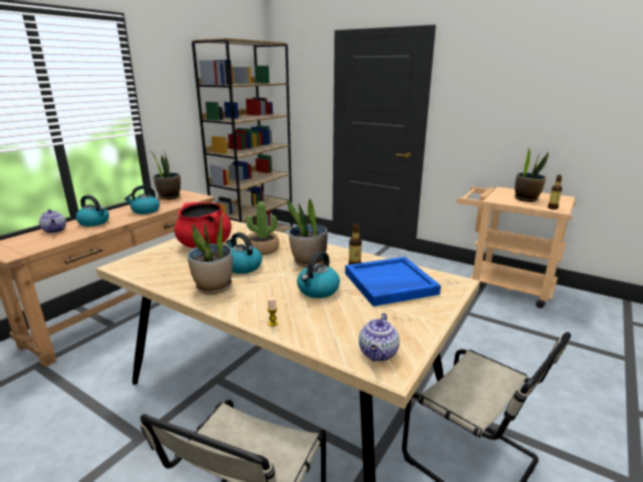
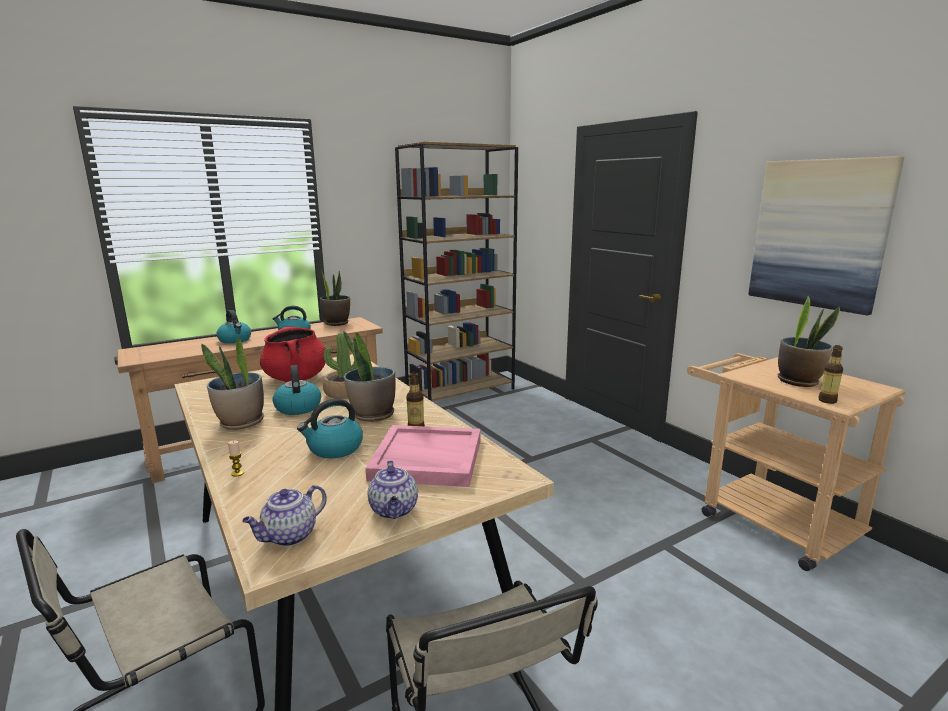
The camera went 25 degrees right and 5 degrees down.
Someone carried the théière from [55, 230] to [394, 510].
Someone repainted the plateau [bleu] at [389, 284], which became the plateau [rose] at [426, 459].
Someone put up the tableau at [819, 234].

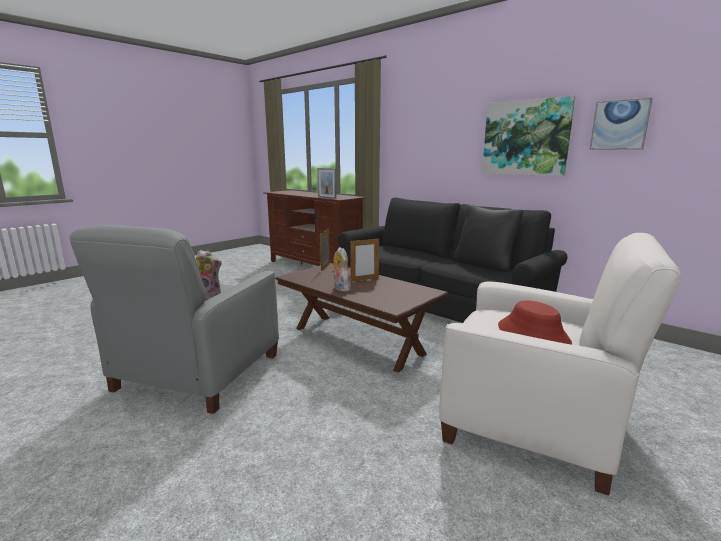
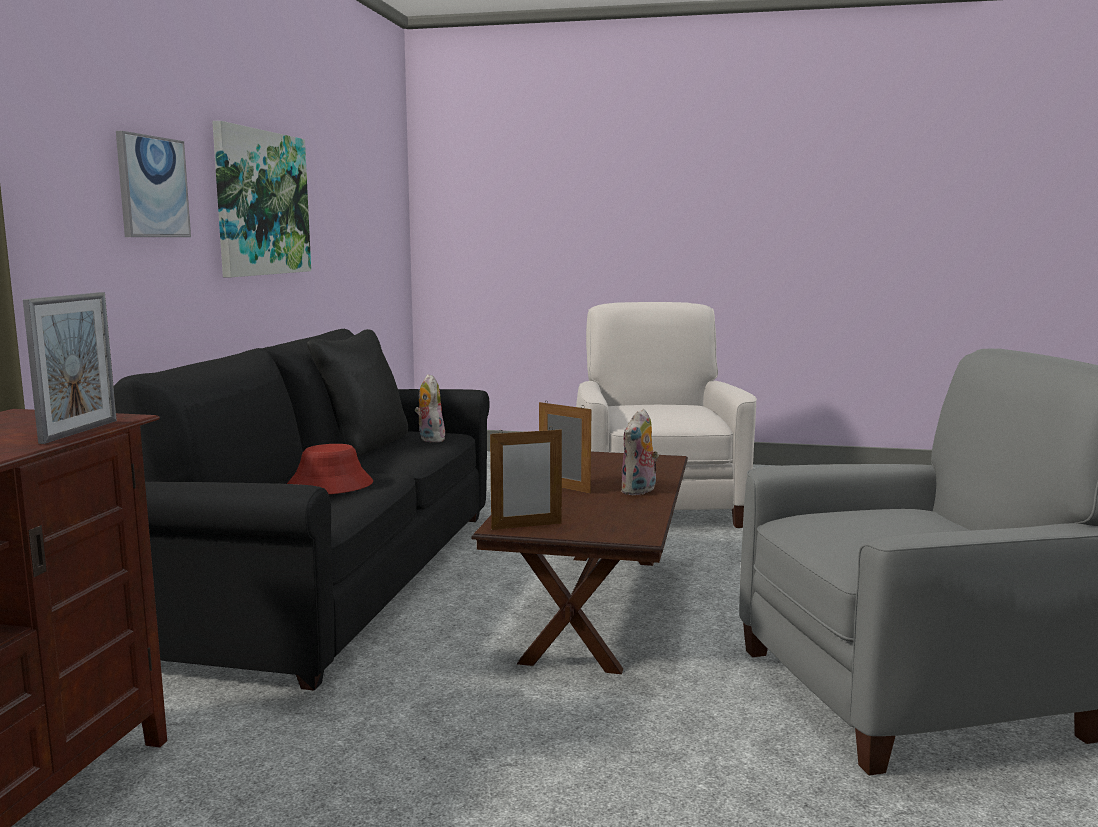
The camera went 120 degrees left and 5 degrees down.
Someone carried the peluche from [210, 296] to [429, 439].
Someone carried the chapeau [rouge] from [533, 334] to [329, 486].
Someone carried the tableau from [619, 125] to [152, 187].

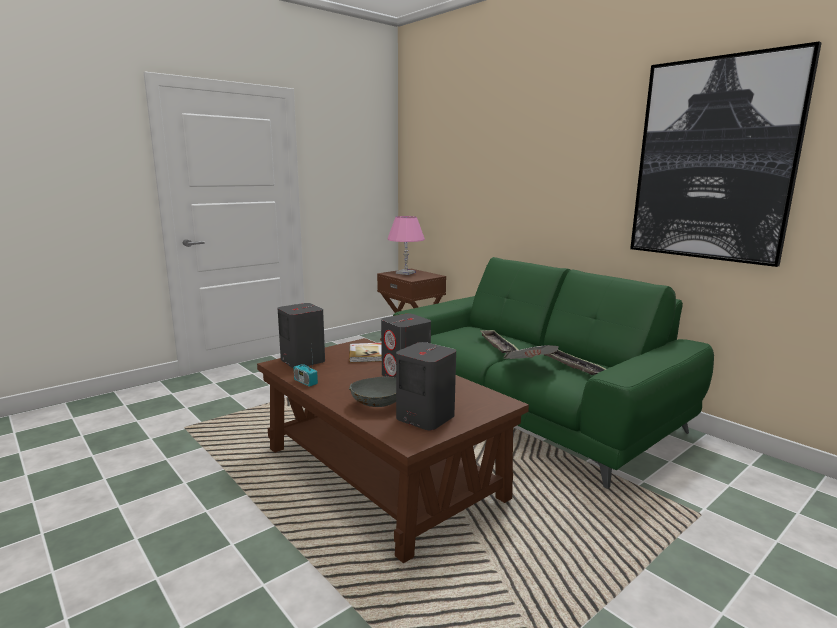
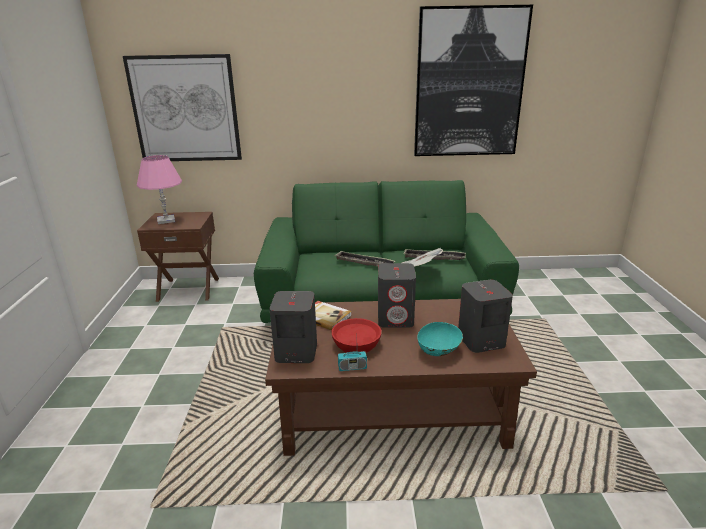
The camera went 50 degrees left and 10 degrees up.
Someone repainted the bol [gris] at [377, 405], which became the bol [turquoise] at [439, 351].
Someone put up the tableau at [185, 109].
Someone put down the bol [rouge] at [357, 344].

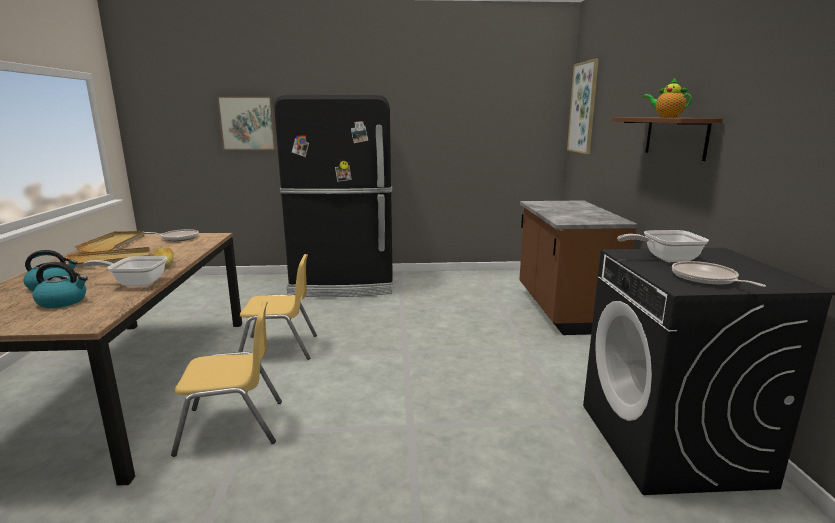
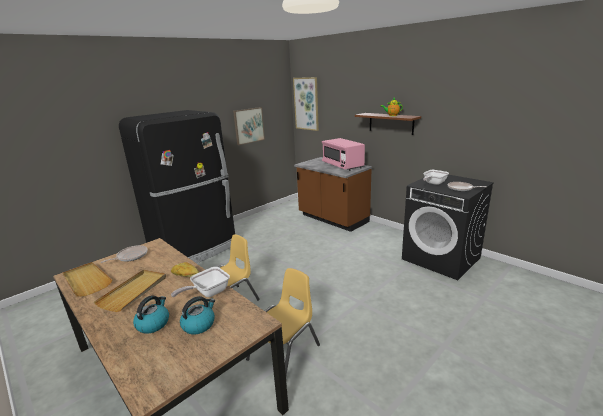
The camera went 40 degrees left and 5 degrees up.
Someone carried the tableau from [247, 123] to [249, 125].
Someone put down the micro-ondes [rose] at [342, 165].

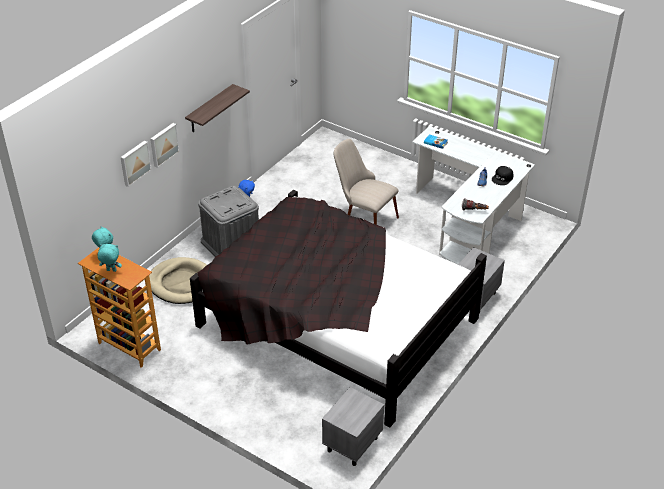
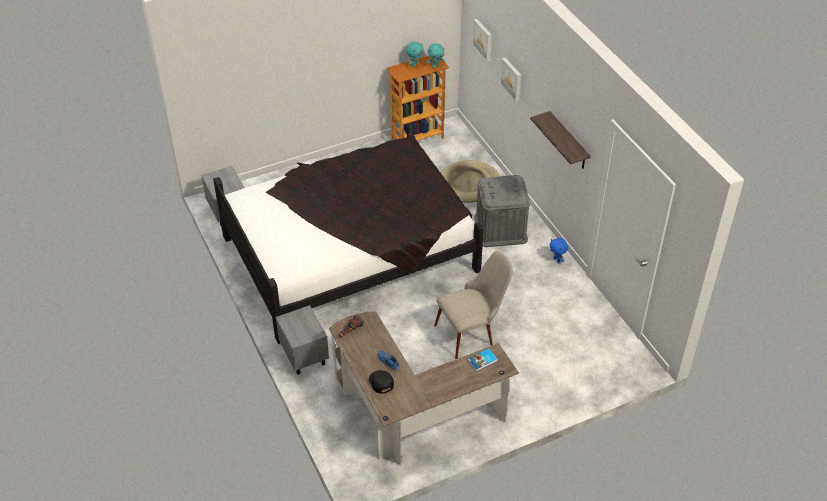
The camera went 120 degrees right and 5 degrees up.
Someone carried the tableau from [163, 144] to [483, 39].
Someone repainted the bureau [blanc] at [470, 221], which became the bureau [marron] at [409, 414].

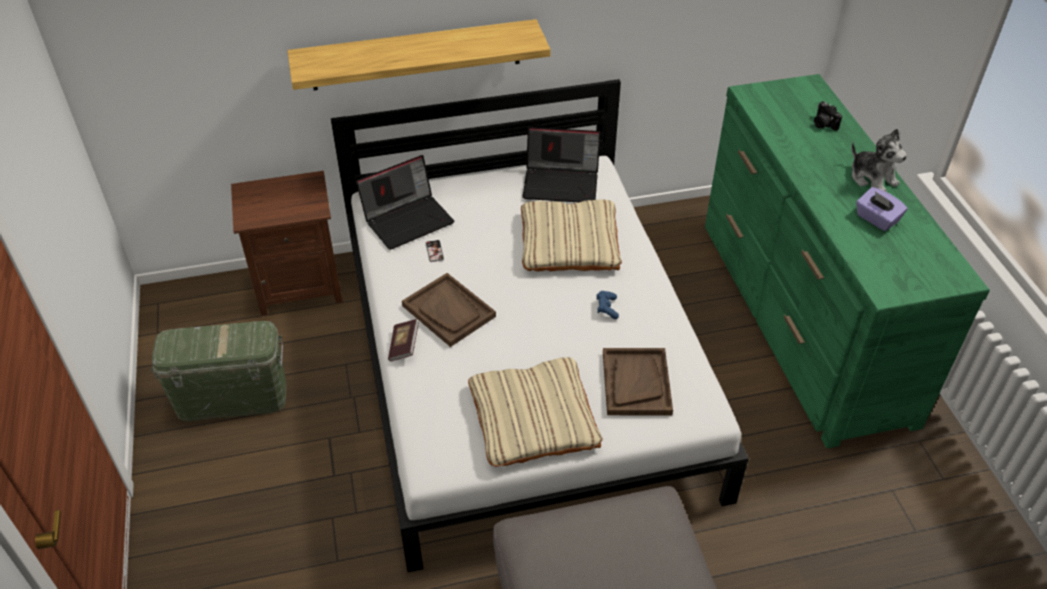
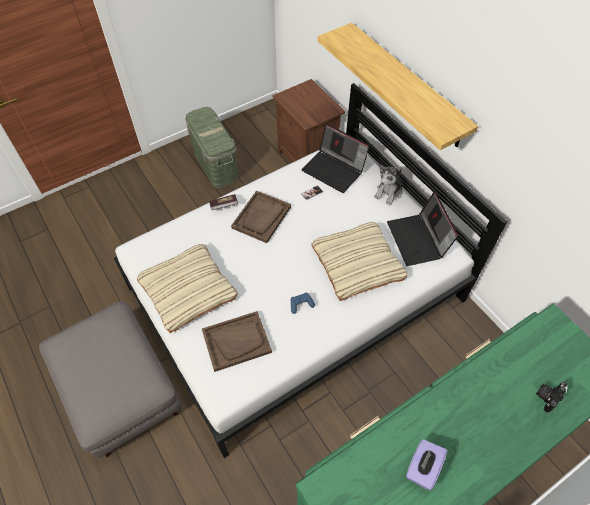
The camera went 70 degrees right and 10 degrees up.
Someone carried the peluche from [872, 178] to [389, 192].

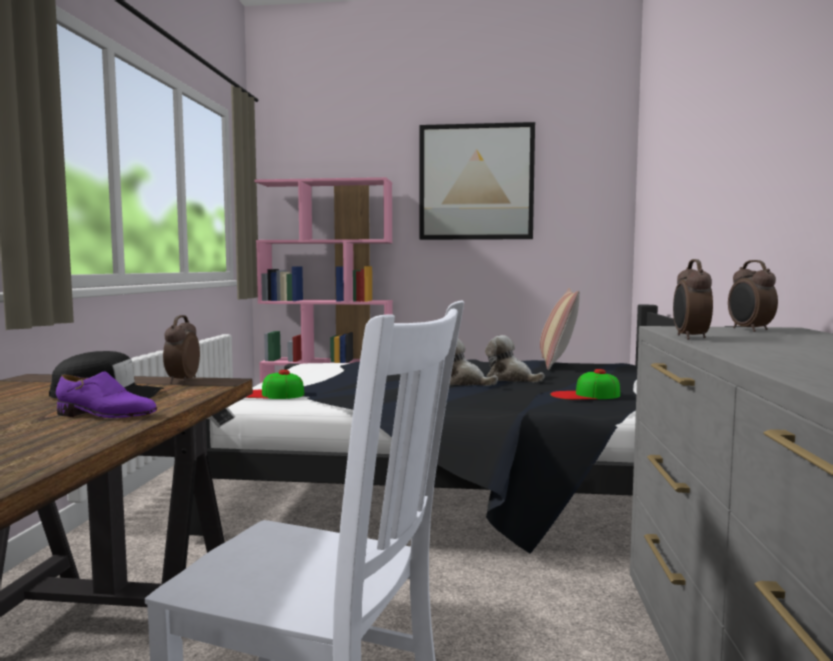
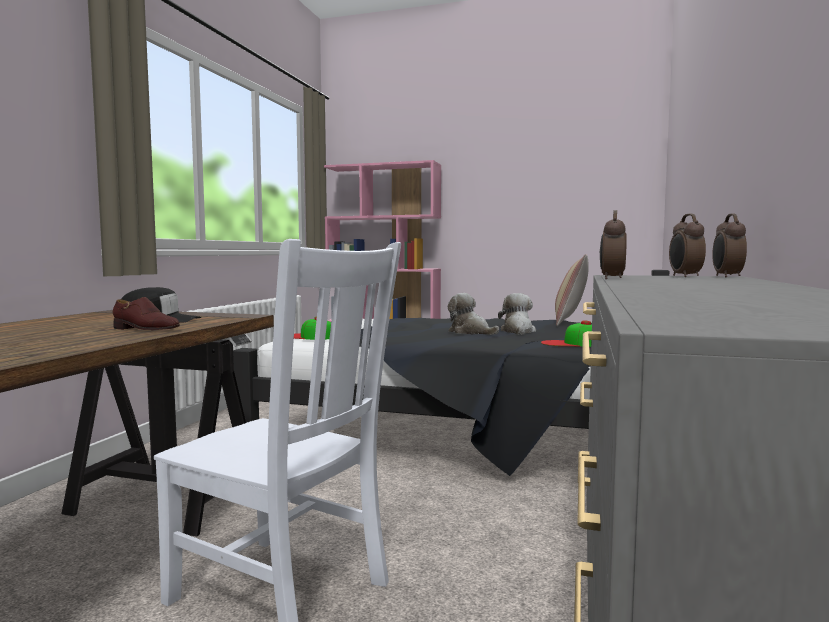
The camera went 10 degrees right and 0 degrees up.
Someone repainted the chaussure [violet] at [106, 415], which became the chaussure [marron] at [145, 329].
Someone carried the réveil from [182, 381] to [726, 276].
Someone took away the tableau at [476, 182].
Someone rotated the peluche at [511, 379] by 45 degrees clockwise.

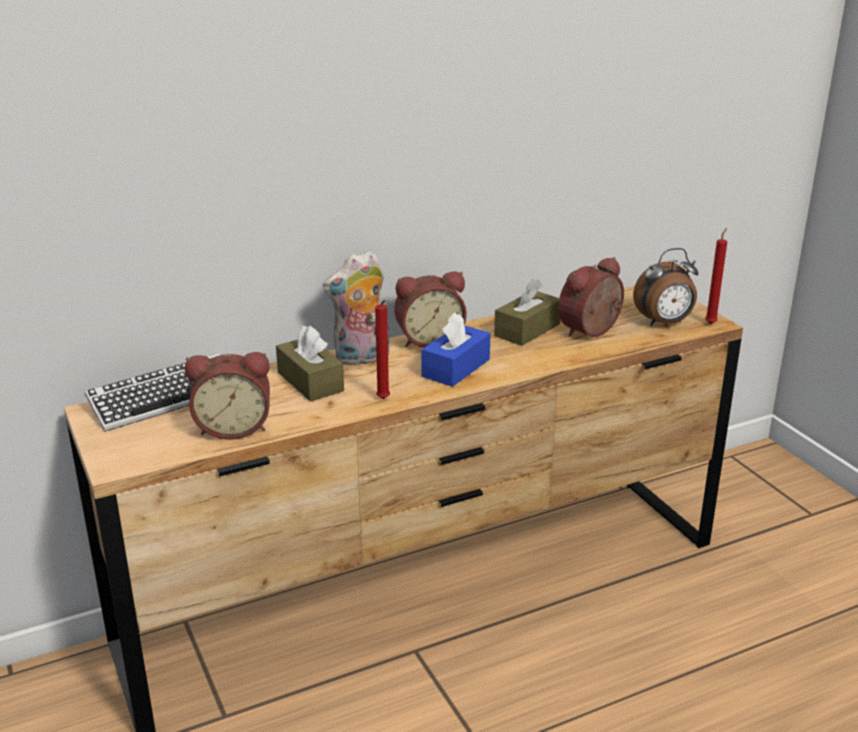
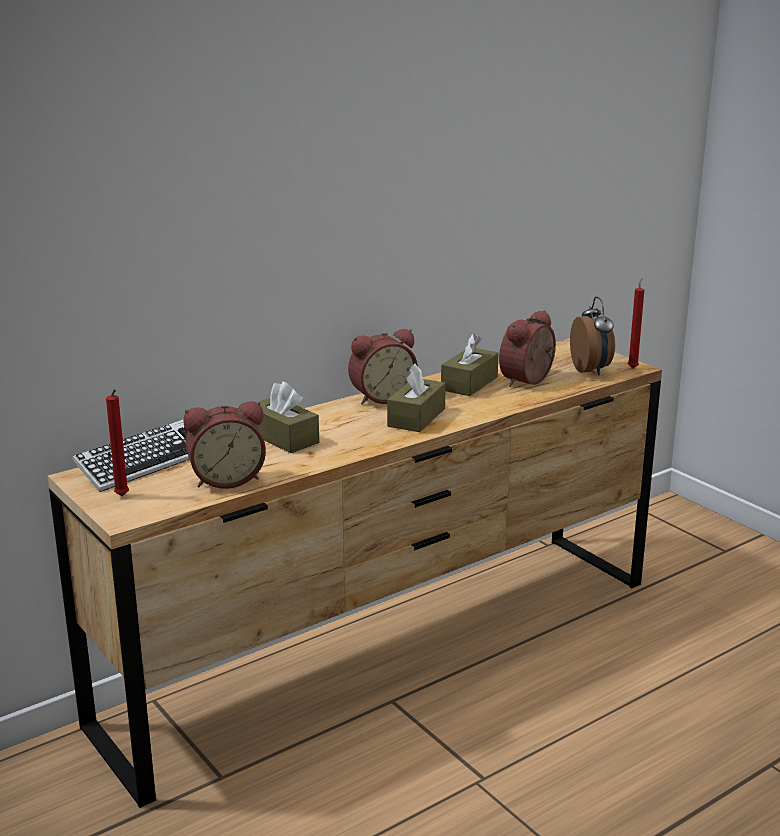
The camera went 10 degrees left and 5 degrees down.
Someone took away the peluche at [362, 359].
Someone carried the bougie [rouge] from [383, 400] to [122, 497].
Someone repainted the boîte à mouchoirs [bleu] at [456, 368], which became the boîte à mouchoirs [marron] at [416, 417].
Someone rotated the réveil at [664, 323] by 75 degrees counterclockwise.

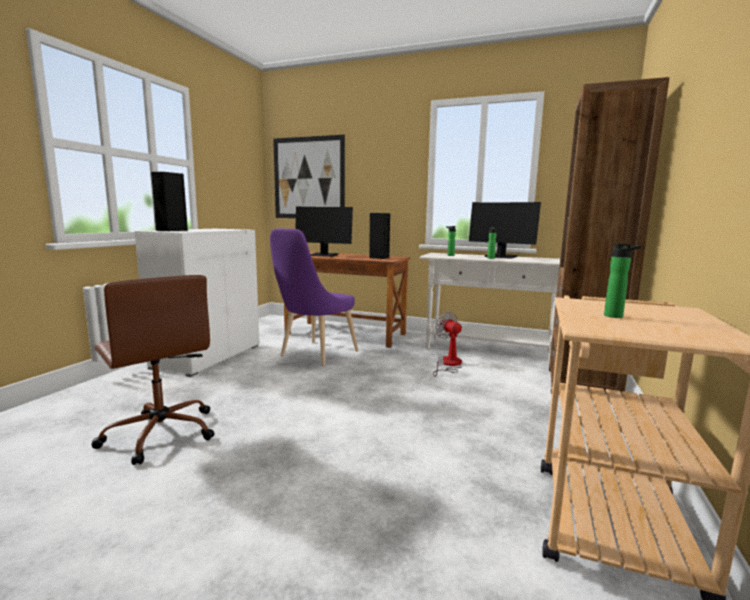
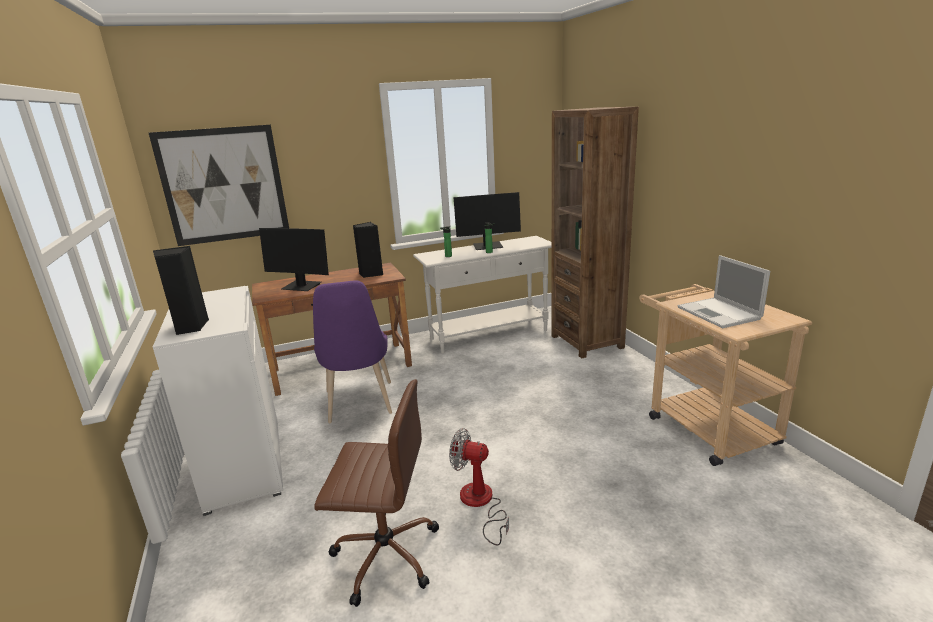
The camera went 40 degrees left and 10 degrees up.
Someone rotated the écran d'ordinateur at [324, 255] by 45 degrees clockwise.
Someone carried the ventilateur from [448, 364] to [480, 504].
Someone swapped the bouteille at [616, 316] for the ordinateur portable at [720, 313].

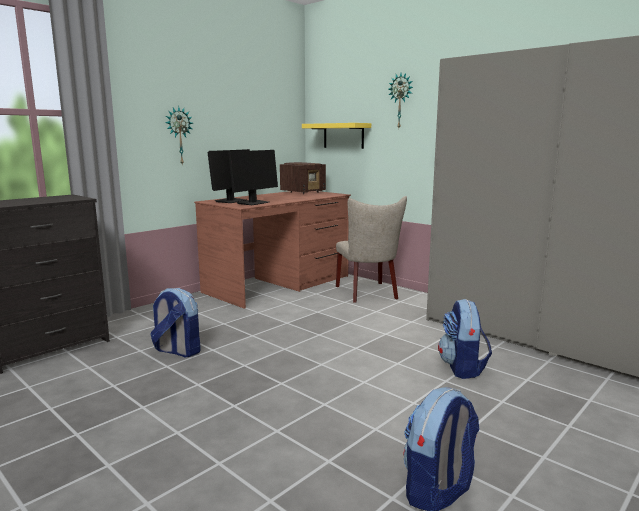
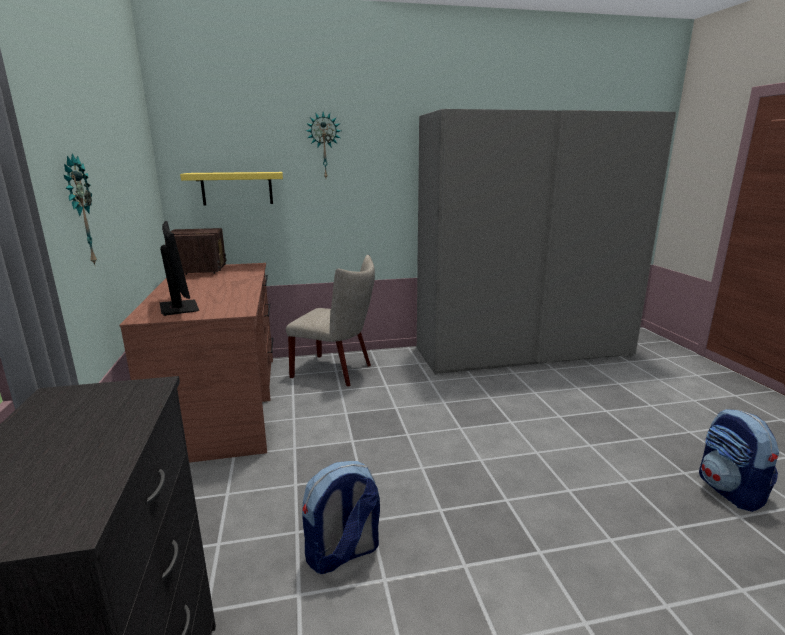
The camera went 55 degrees left and 5 degrees up.
Someone took away the écran d'ordinateur at [253, 203].
Someone took away the sac à dos at [462, 368].

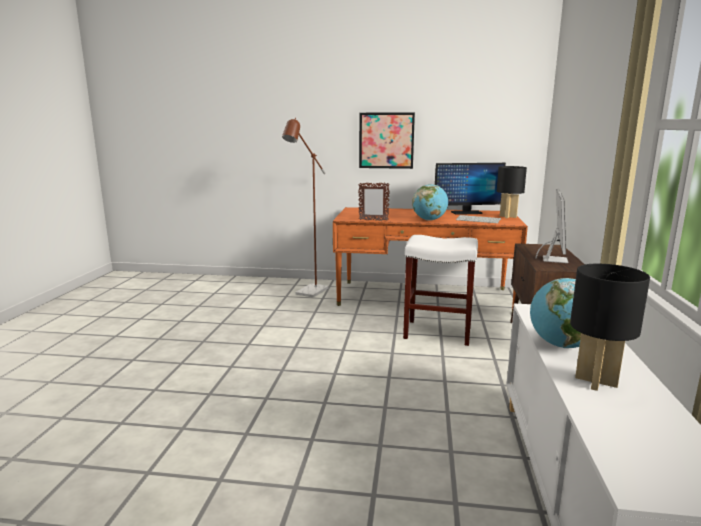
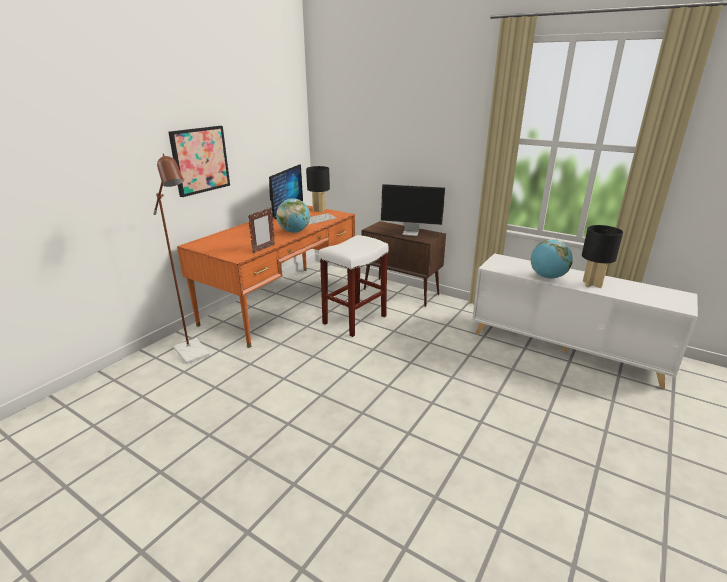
The camera went 65 degrees left and 10 degrees up.
Someone rotated the écran d'ordinateur at [554, 259] by 150 degrees clockwise.

